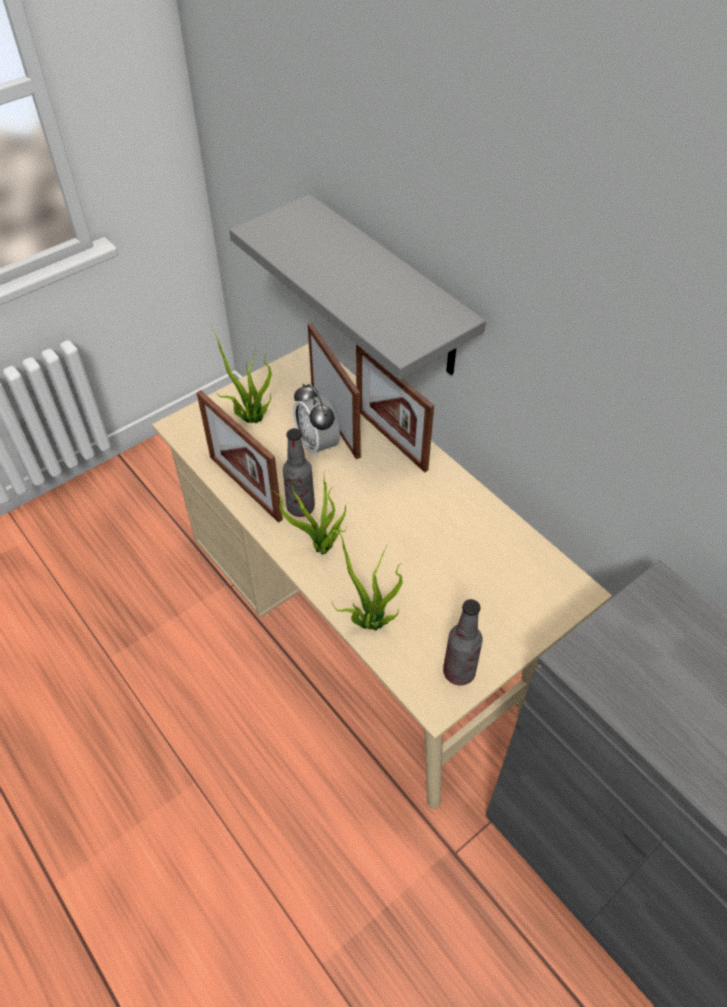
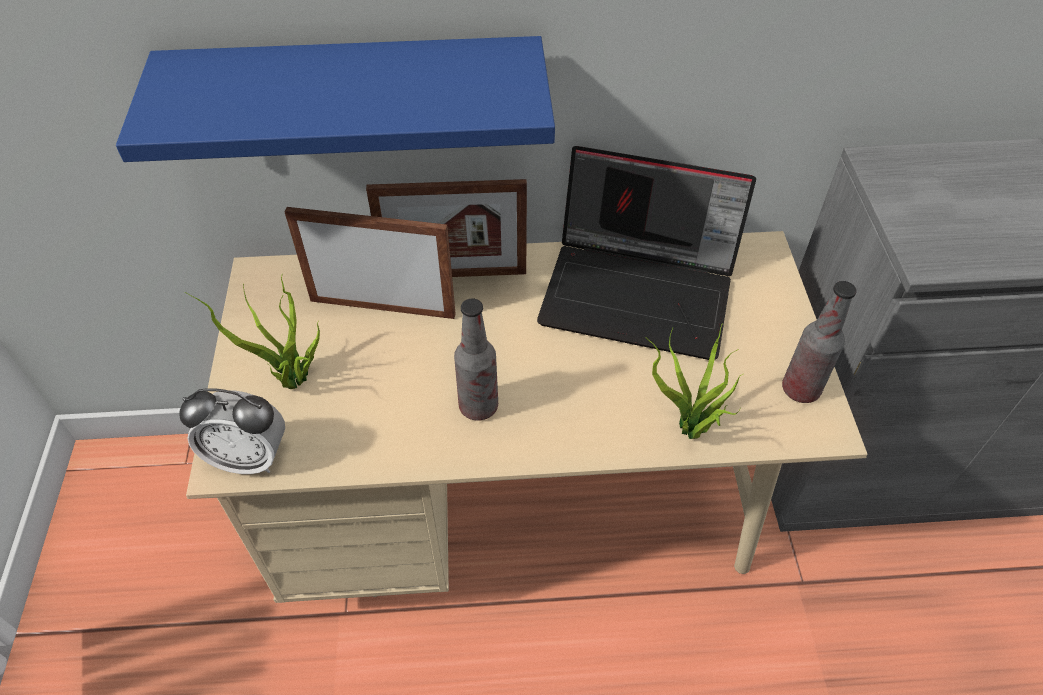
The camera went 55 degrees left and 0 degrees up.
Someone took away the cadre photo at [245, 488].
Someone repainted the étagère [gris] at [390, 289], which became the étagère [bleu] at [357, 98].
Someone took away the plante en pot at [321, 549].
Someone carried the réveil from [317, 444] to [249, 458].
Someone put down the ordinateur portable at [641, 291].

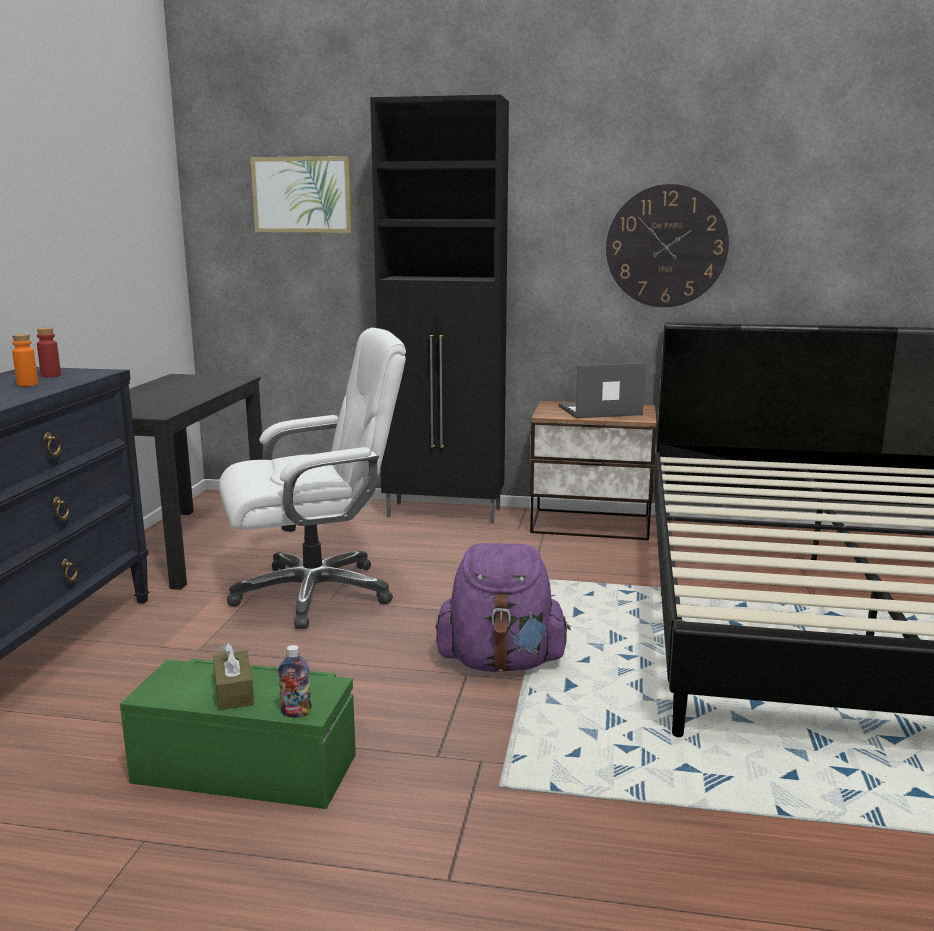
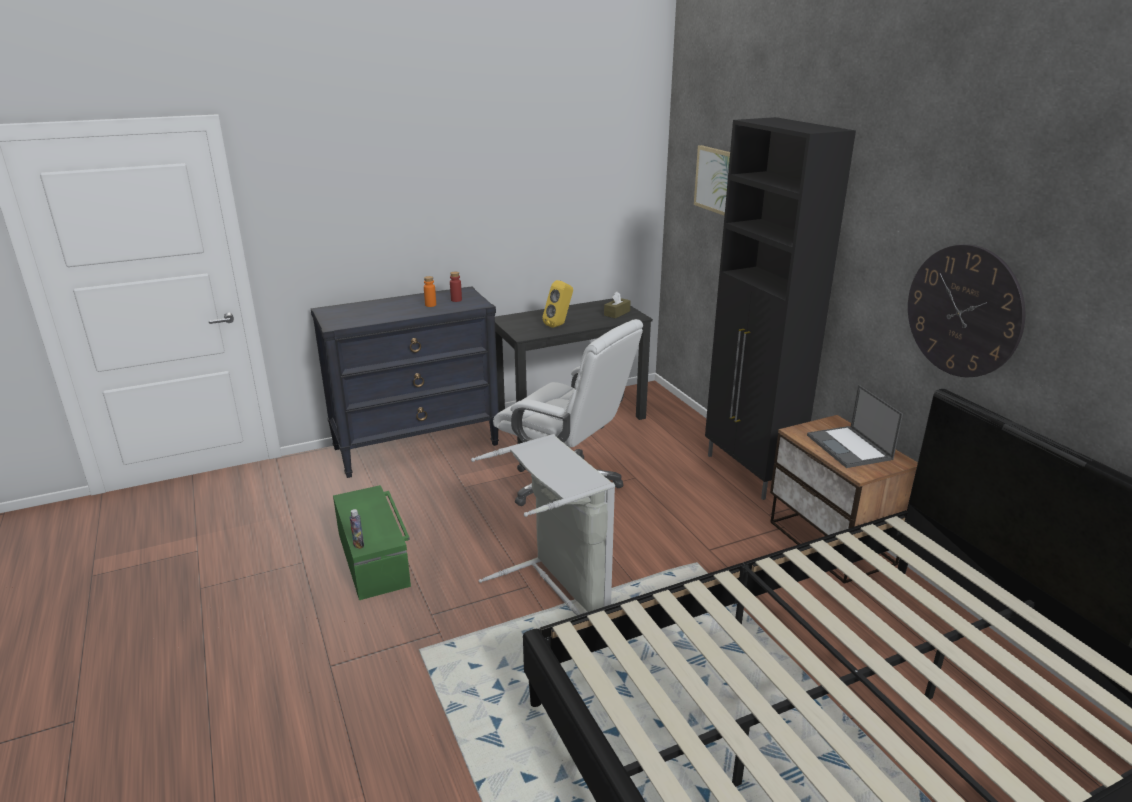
The camera went 55 degrees right and 10 degrees up.
Someone carried the boîte à mouchoirs [marron] from [234, 691] to [617, 313].
Someone swapped the sac à dos [violet] at [501, 662] for the panier à linge [gris] at [555, 593].
Someone rotated the ordinateur portable at [599, 411] by 150 degrees counterclockwise.
Someone put down the enceinte [jaune] at [559, 325].

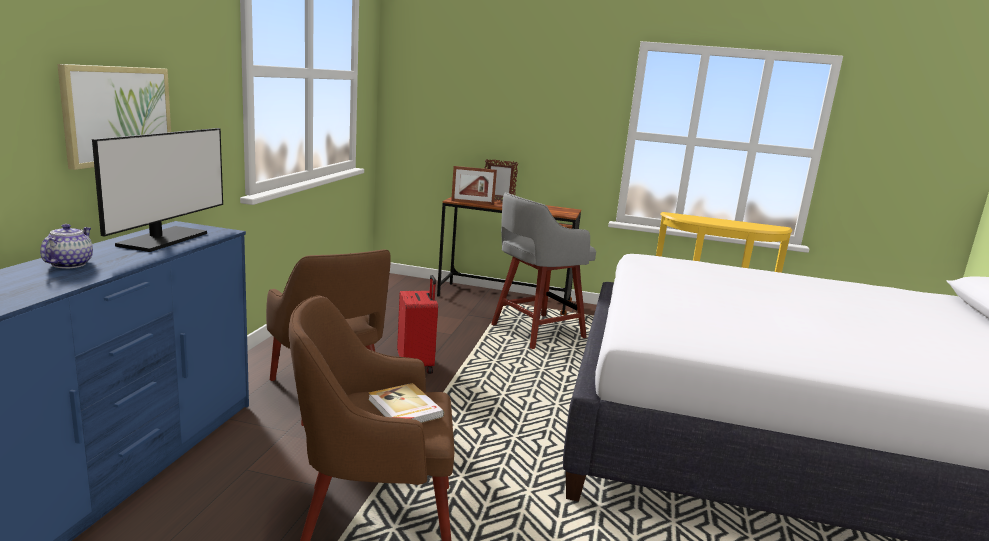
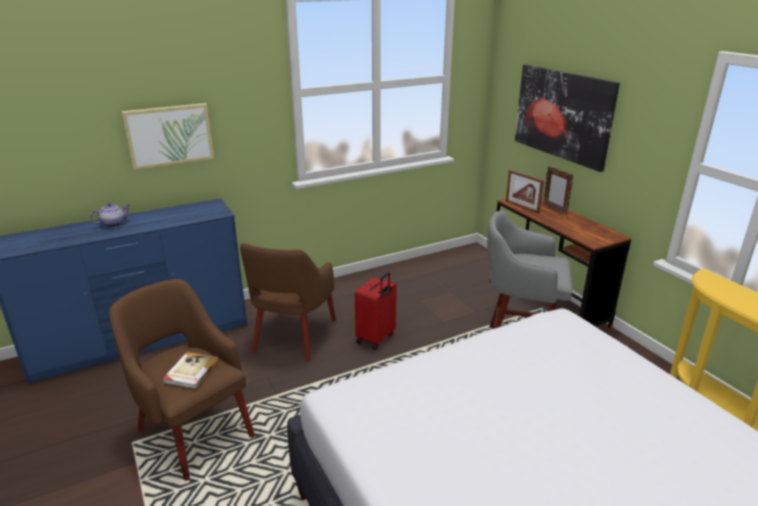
The camera went 50 degrees right and 10 degrees up.
Someone took away the écran d'ordinateur at [163, 239].
Someone put up the tableau at [563, 115].

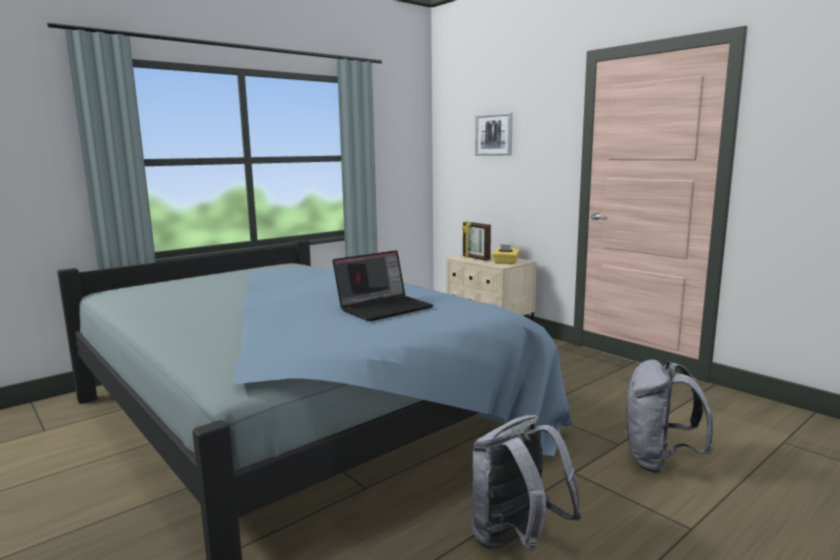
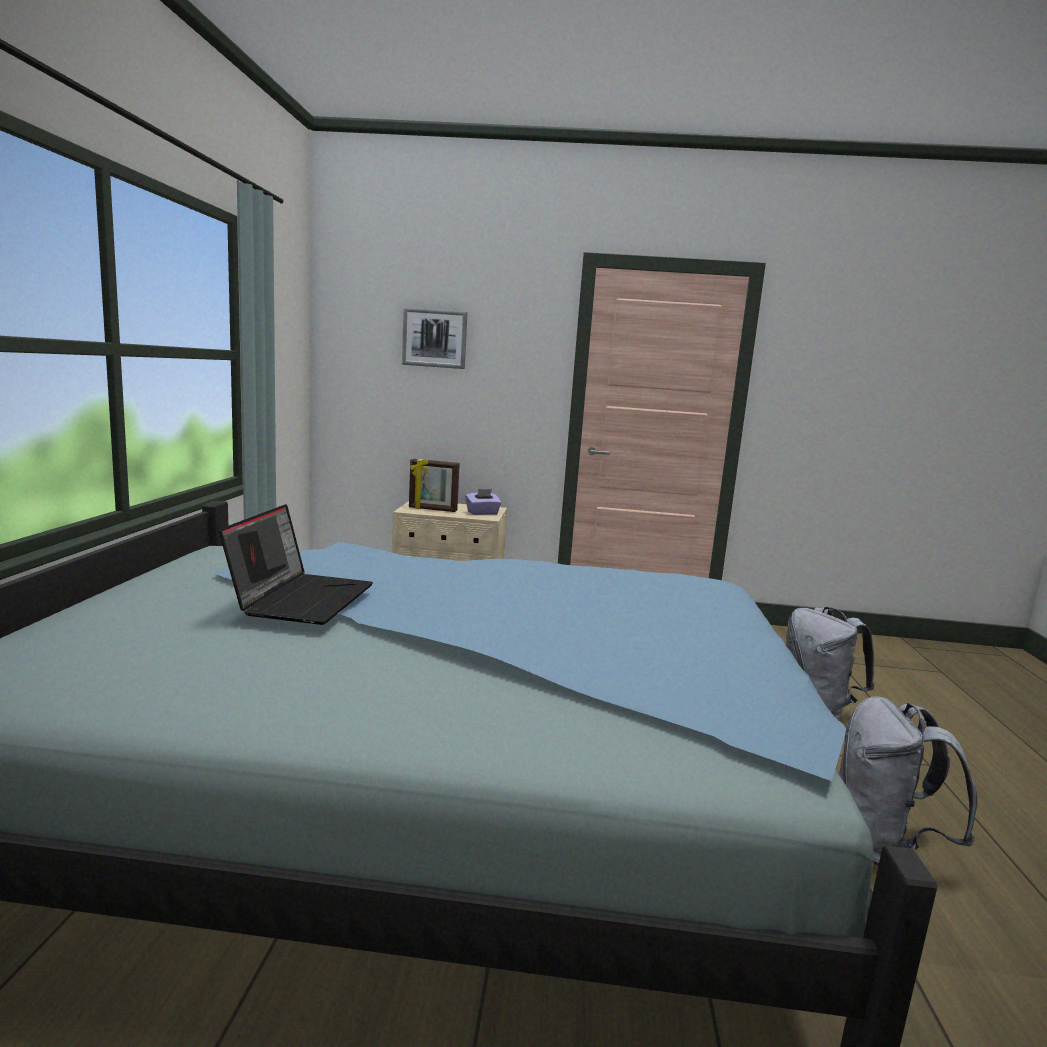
The camera went 45 degrees left and 0 degrees up.
Someone carried the ordinateur portable from [384, 308] to [302, 598].
Someone repainted the boîte à mouchoirs [jaune] at [505, 263], which became the boîte à mouchoirs [violet] at [482, 513].

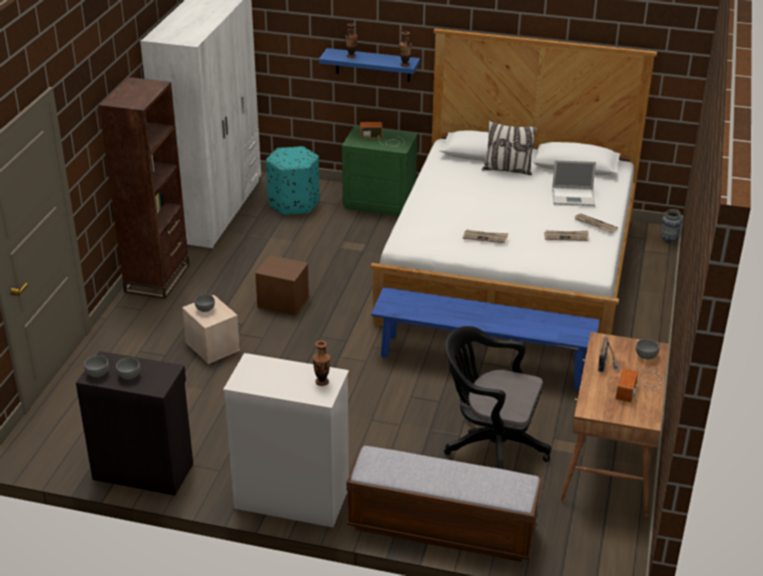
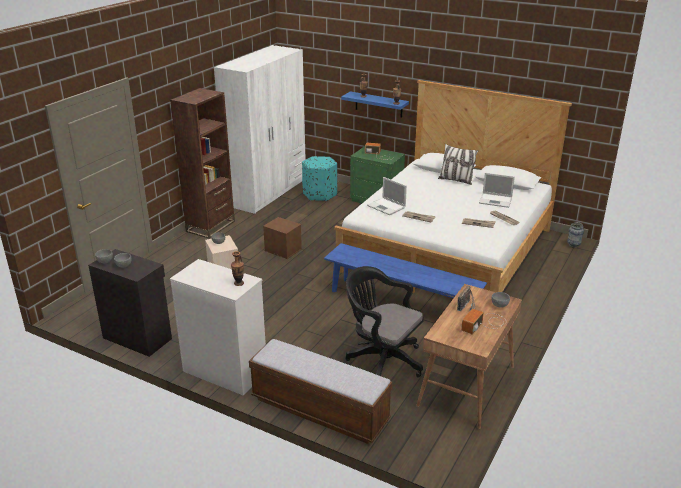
The camera went 15 degrees right and 5 degrees down.
Someone put down the ordinateur portable at [387, 207].

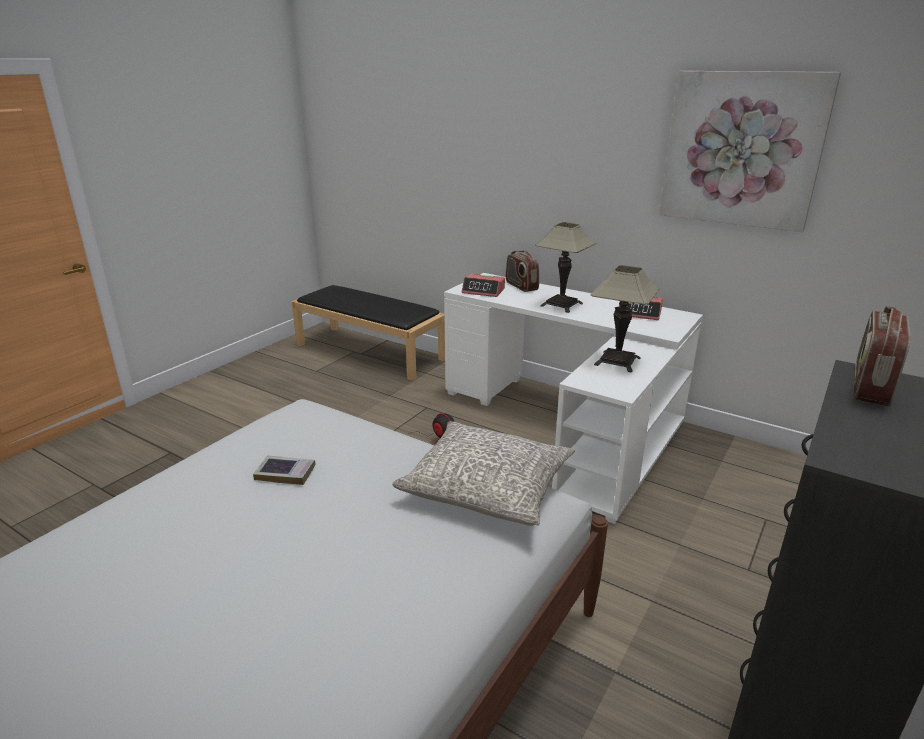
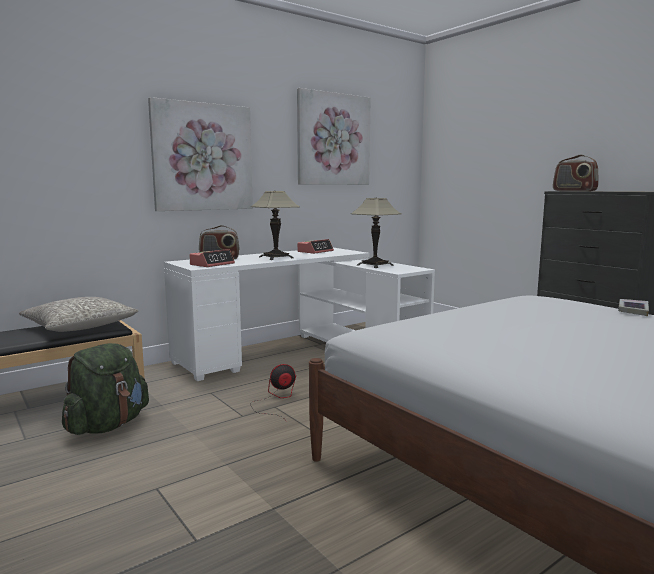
The camera went 70 degrees left and 15 degrees down.
Someone carried the livre from [285, 473] to [632, 310].
Someone carried the coussin [gris] from [487, 487] to [80, 326].
Someone put down the sac à dos [vert] at [108, 425].
Someone put up the tableau at [203, 157].

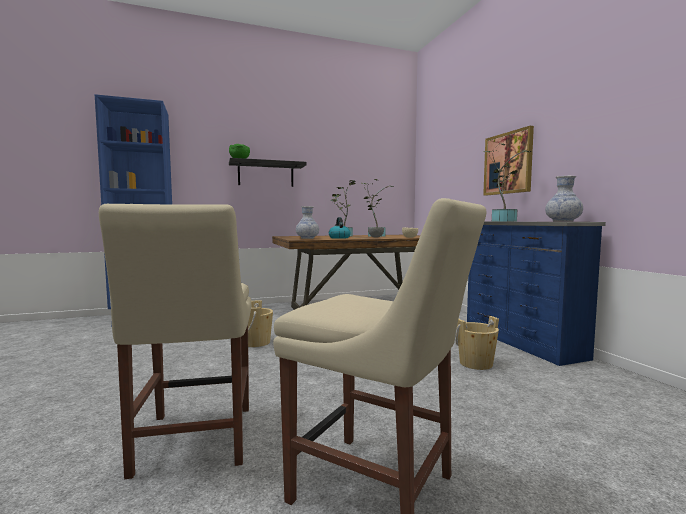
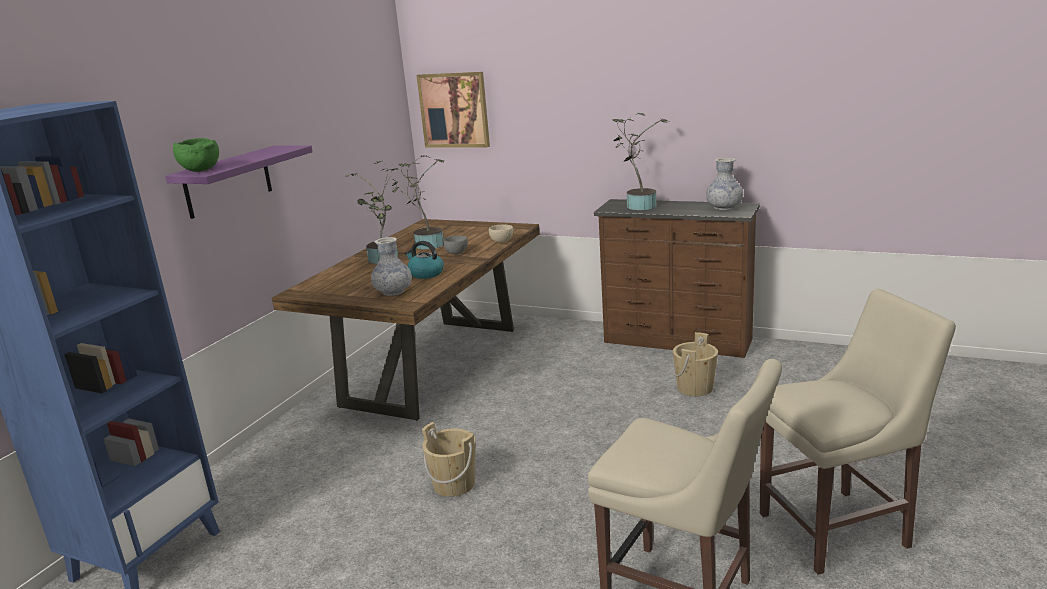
The camera went 45 degrees left and 15 degrees up.
Someone repainted the étagère [noir] at [266, 174], which became the étagère [violet] at [228, 181].
Someone repainted the commode [bleu] at [520, 342], which became the commode [marron] at [677, 341].
Someone carried the tableau from [508, 163] to [454, 110].

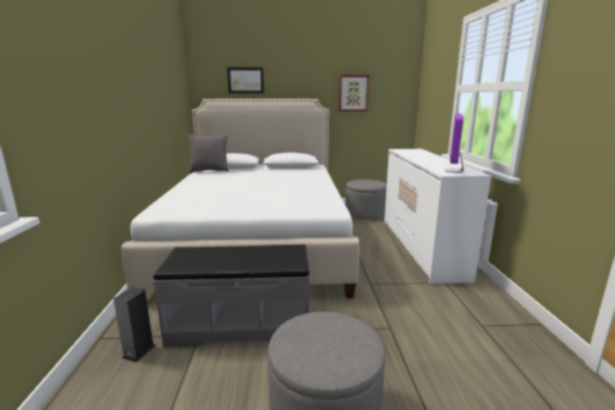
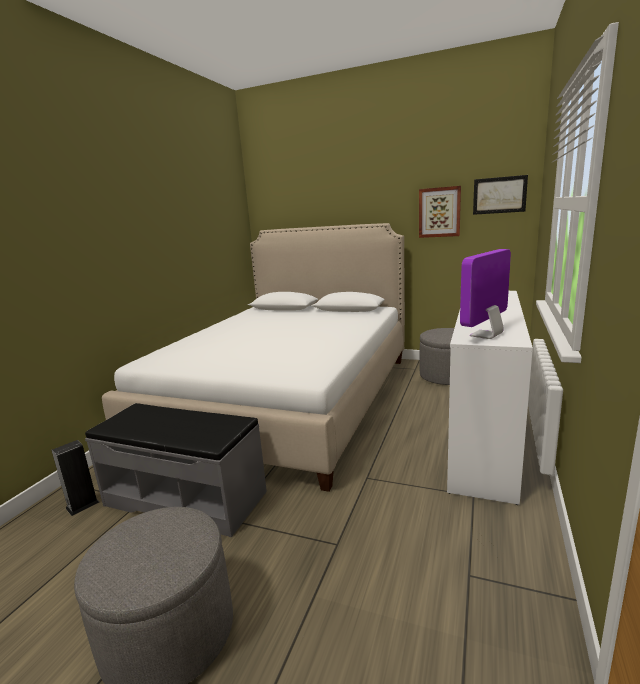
The camera went 25 degrees right and 0 degrees up.
Someone took away the coussin [gris] at [209, 171].
Someone carried the tableau from [245, 80] to [499, 195].

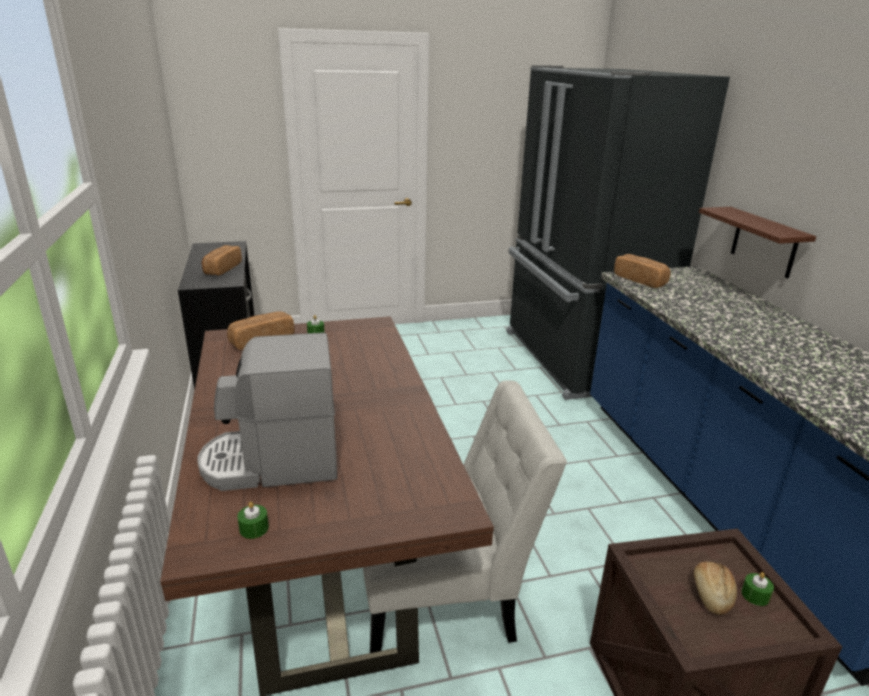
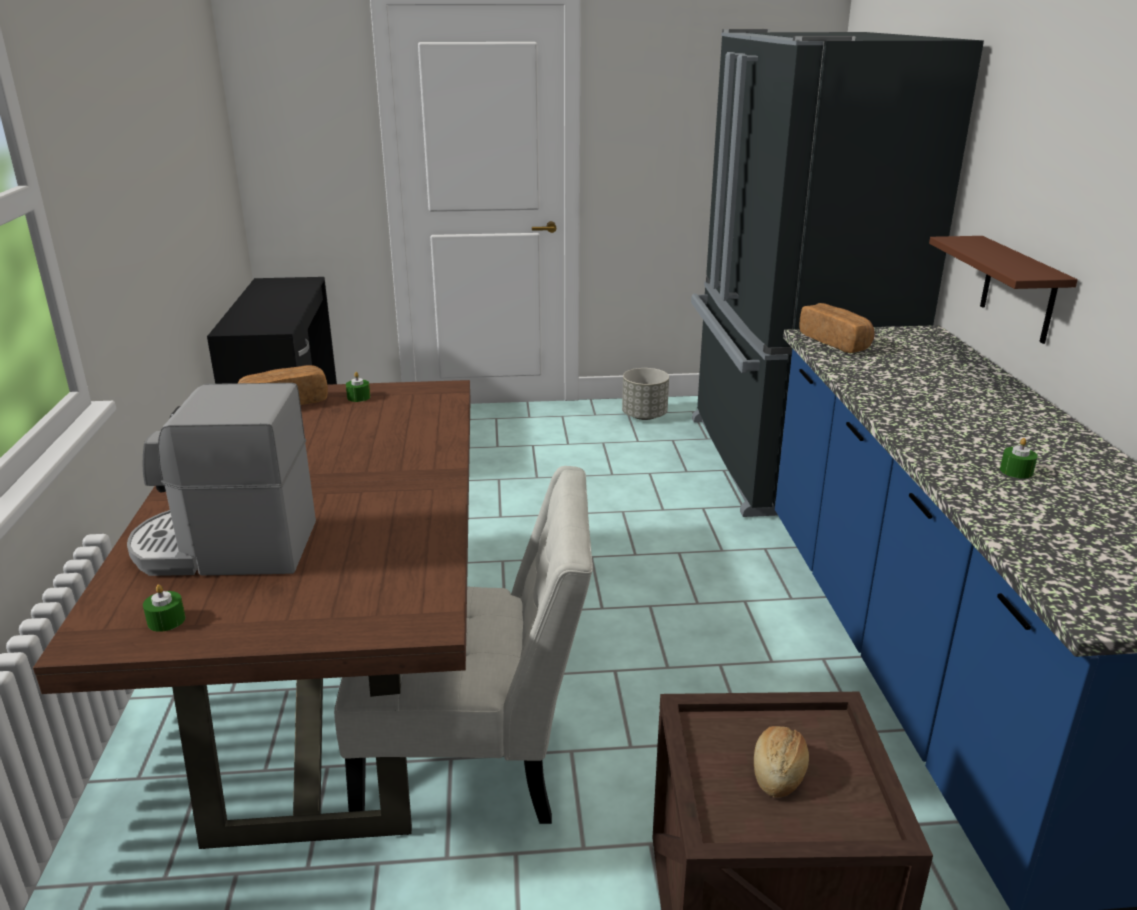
The camera went 10 degrees right and 0 degrees up.
Someone took away the pain at [222, 269].
Someone carried the bougie [vert] from [755, 595] to [1016, 471].
Someone put down the cache-pot [gris] at [644, 416].

